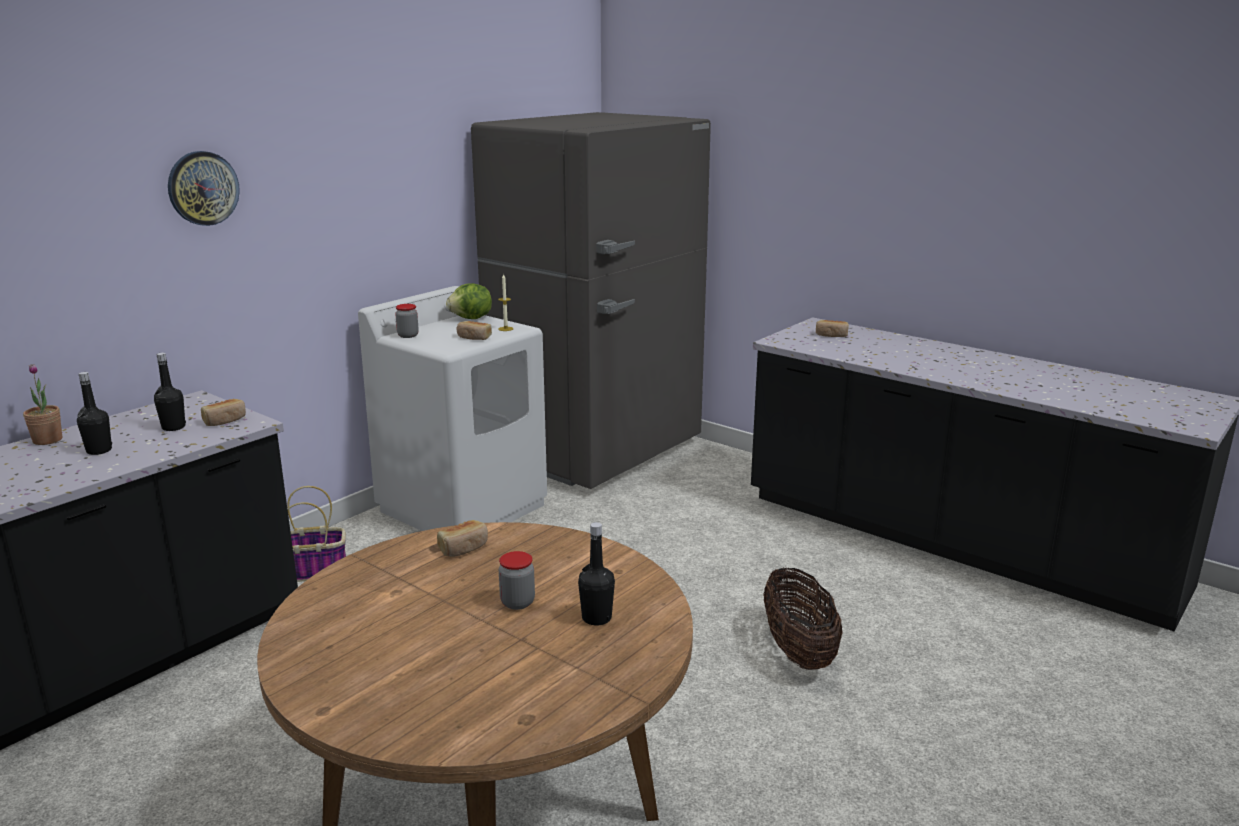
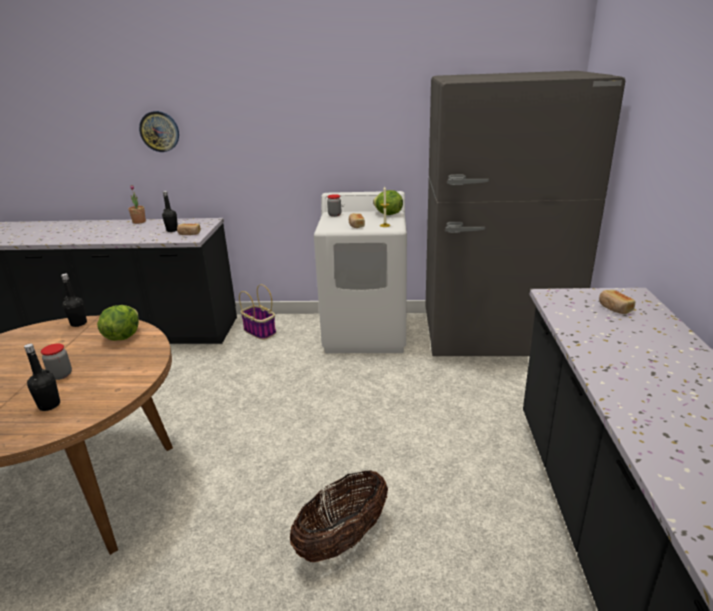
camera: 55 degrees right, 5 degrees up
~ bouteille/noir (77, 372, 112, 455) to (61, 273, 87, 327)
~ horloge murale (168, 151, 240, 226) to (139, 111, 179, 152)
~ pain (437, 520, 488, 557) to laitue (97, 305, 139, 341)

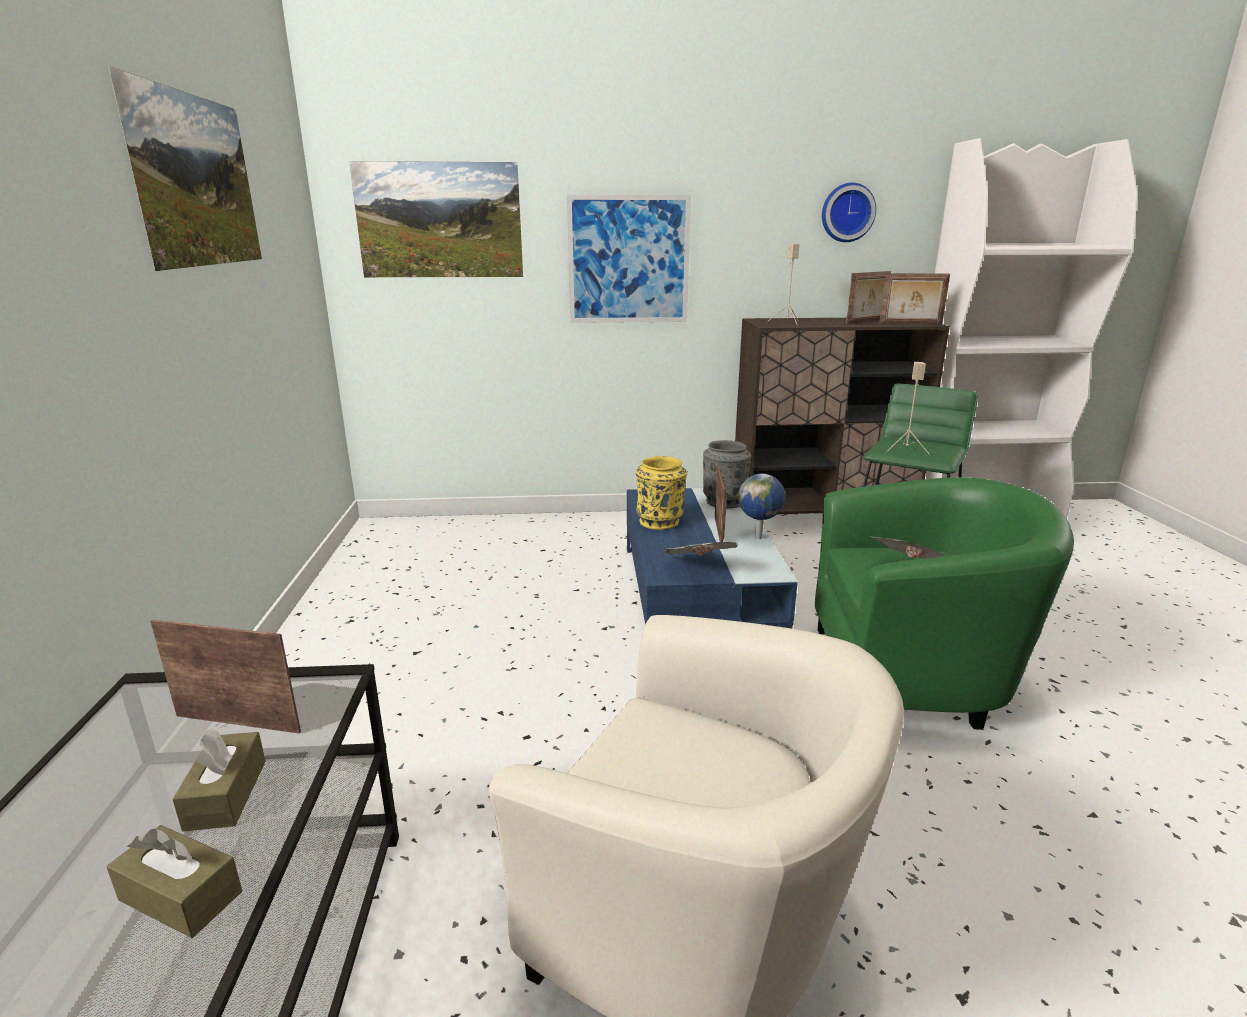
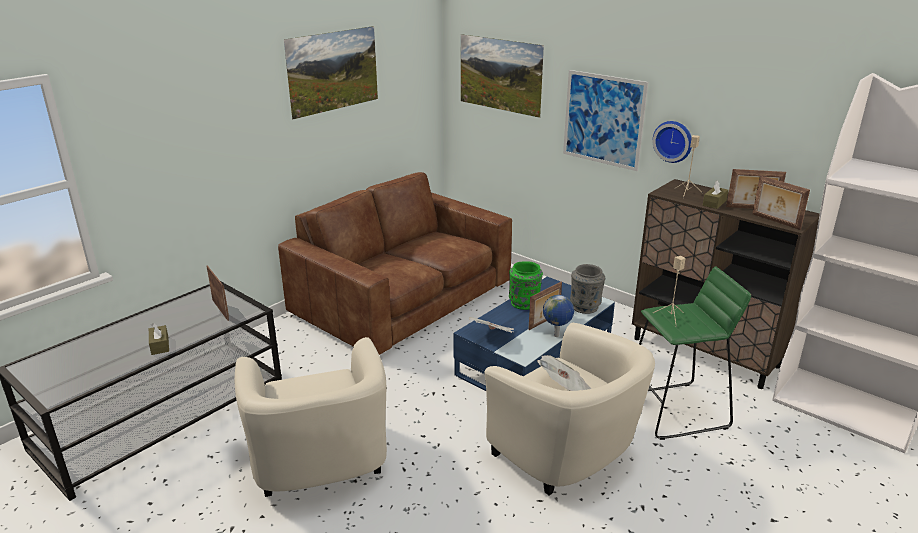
camera: 45 degrees right, 5 degrees up
~ boîte à mouchoirs/marron (172, 729, 266, 831) to (703, 180, 728, 209)
~ vase/jaune (636, 456, 687, 530) to vase/vert (509, 261, 543, 310)
~ fauteuil/vert (815, 477, 1074, 730) to fauteuil/beige (484, 323, 655, 496)
~ horloge murale (822, 183, 876, 242) to (652, 121, 692, 163)
+ canapé/marron (278, 172, 512, 355)

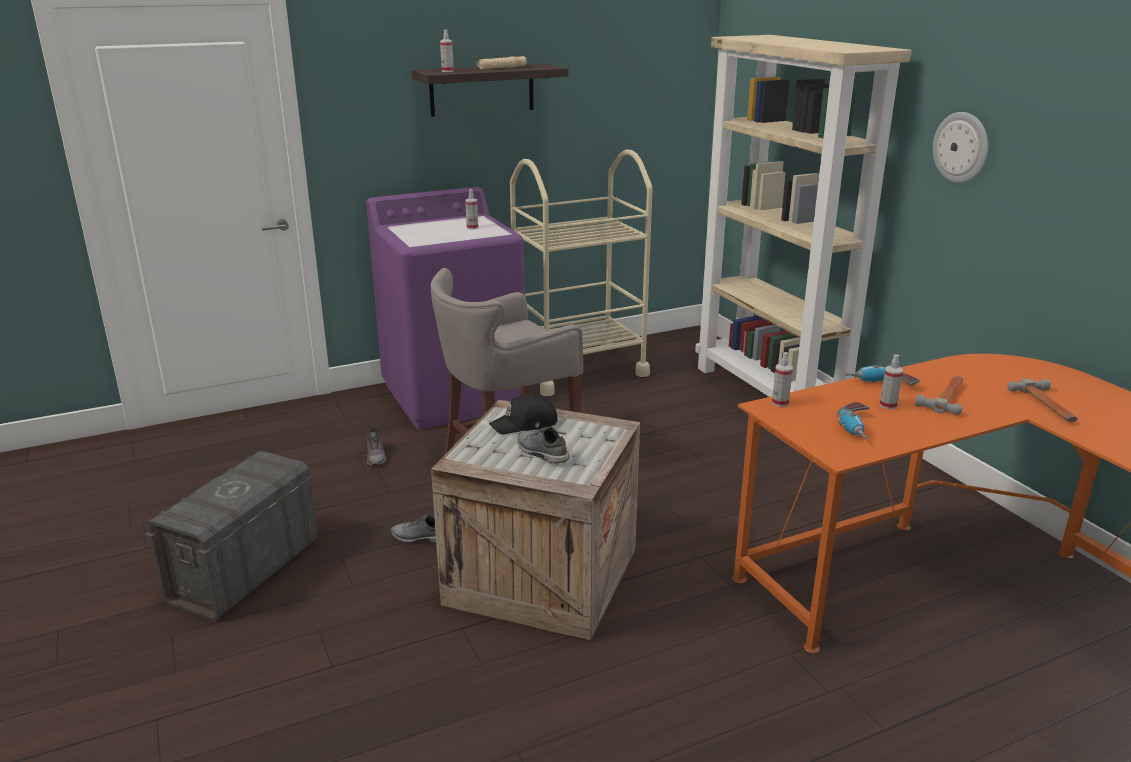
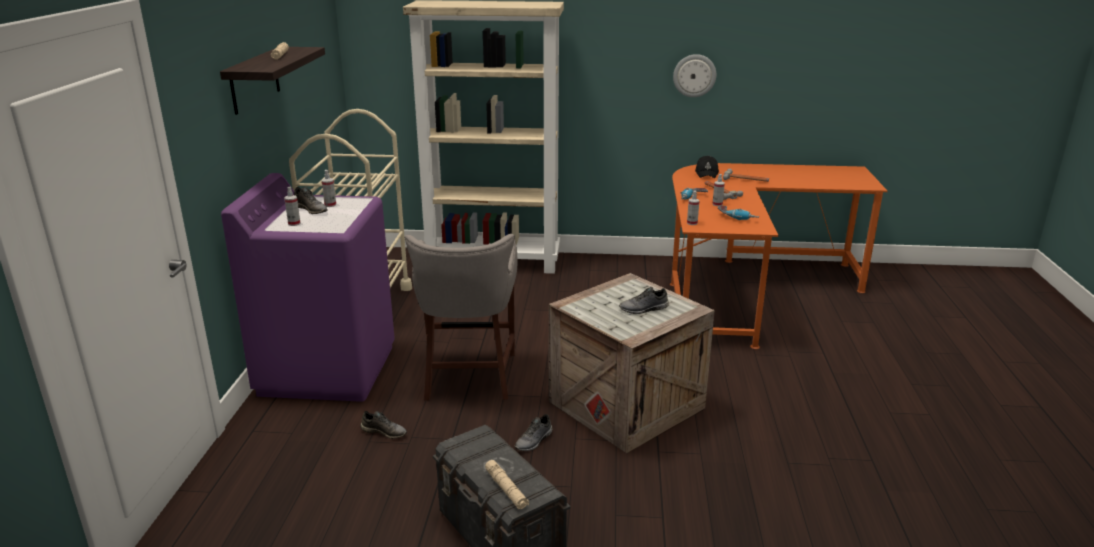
camera: 60 degrees left, 0 degrees up
~ vaporisateur (440, 29, 454, 72) to (284, 186, 301, 226)
~ casquette/noir (489, 394, 558, 435) to (695, 156, 719, 178)
~ horloge murale (933, 112, 988, 183) to (673, 54, 716, 97)
+ chaussure/gris (294, 187, 328, 214)
+ lampe de poche/beige (485, 460, 529, 509)

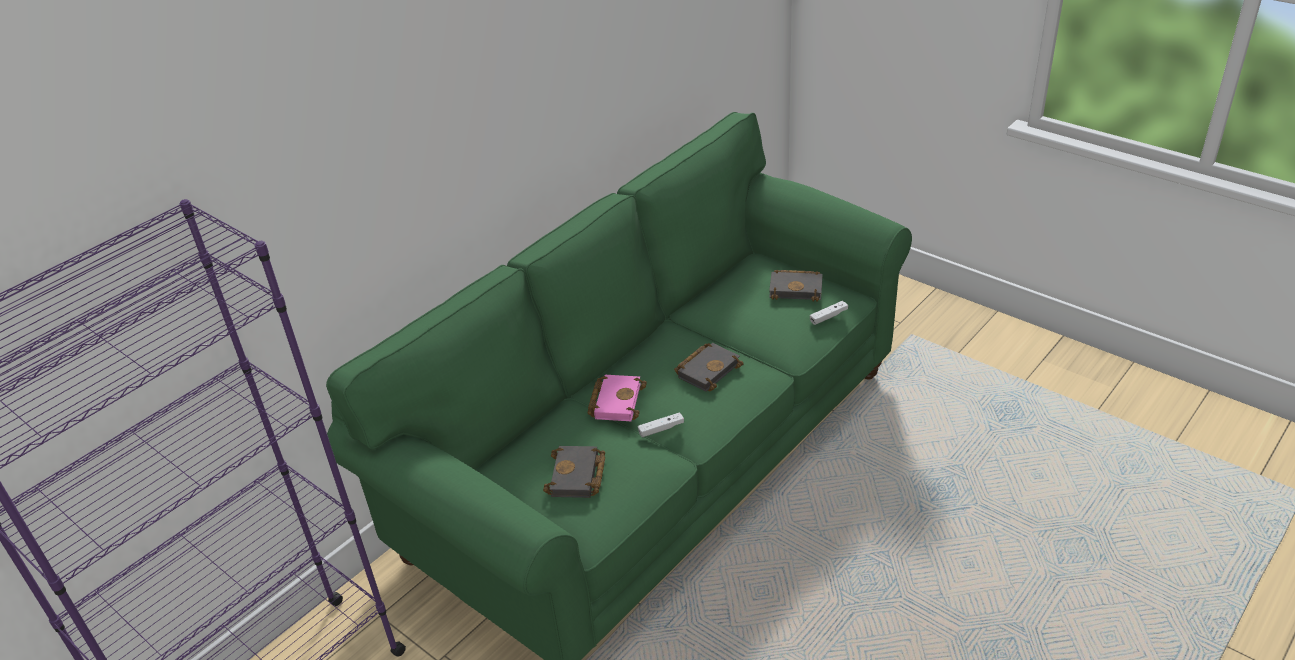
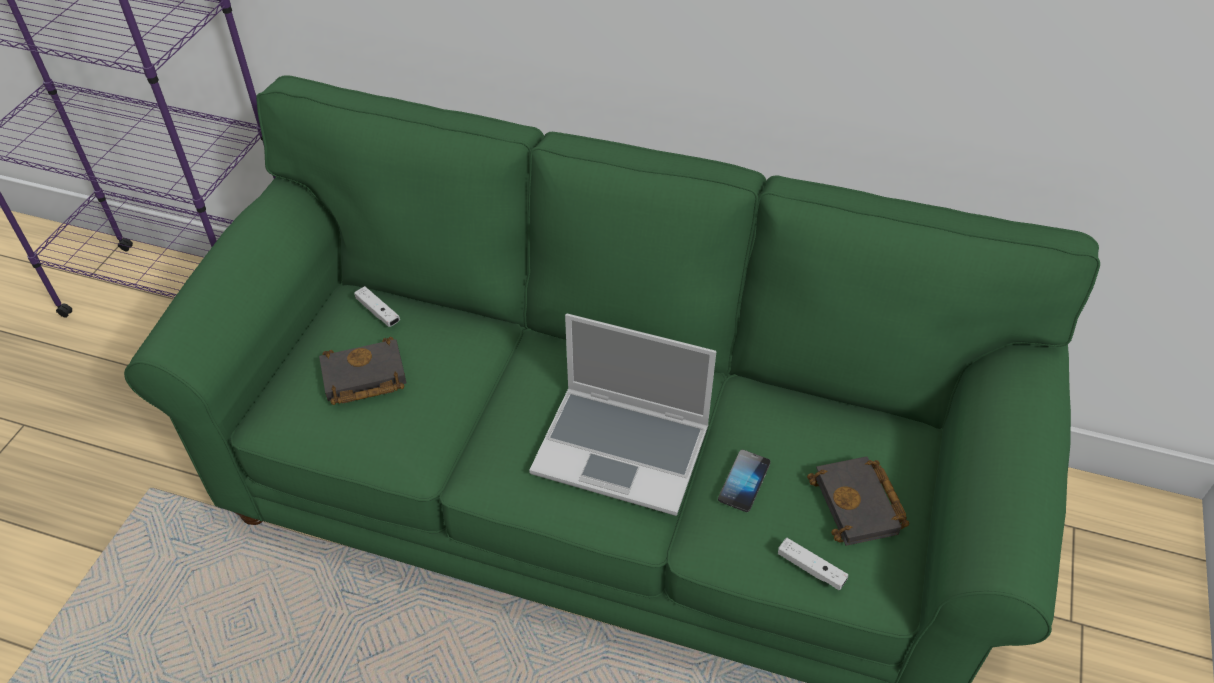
camera: 65 degrees right, 10 degrees up
- livre/rose (587, 375, 647, 421)
~ manette/blanc (638, 412, 684, 437) to (354, 286, 400, 327)
~ livre/noir (674, 343, 744, 391) to ordinateur portable (529, 313, 716, 516)
+ téléphone (718, 450, 770, 512)

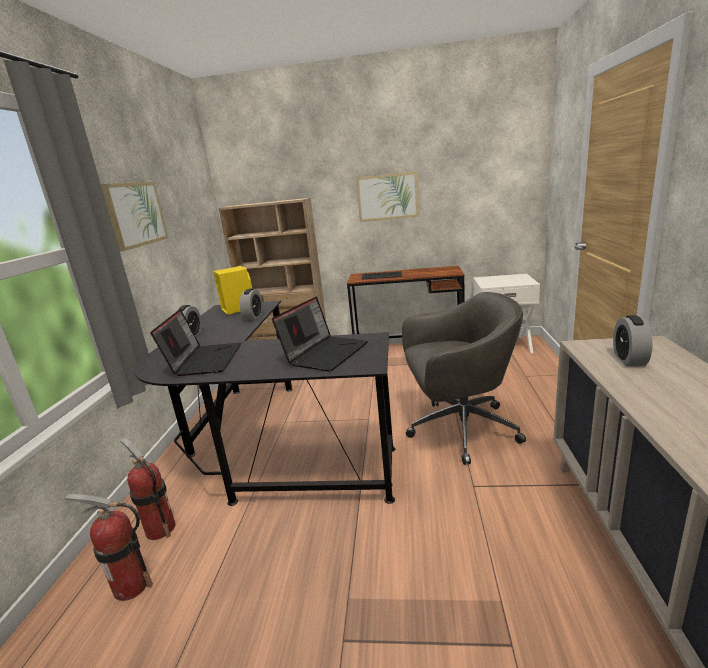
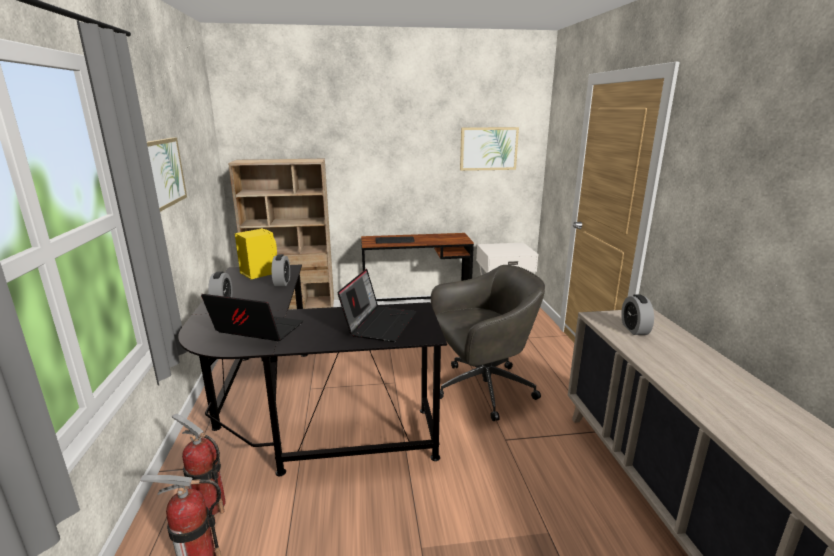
camera: 15 degrees left, 0 degrees up
~ ordinateur portable (150, 309, 241, 376) = (201, 294, 303, 341) 60 degrees counterclockwise
~ tableau (356, 171, 419, 222) to (460, 127, 519, 171)

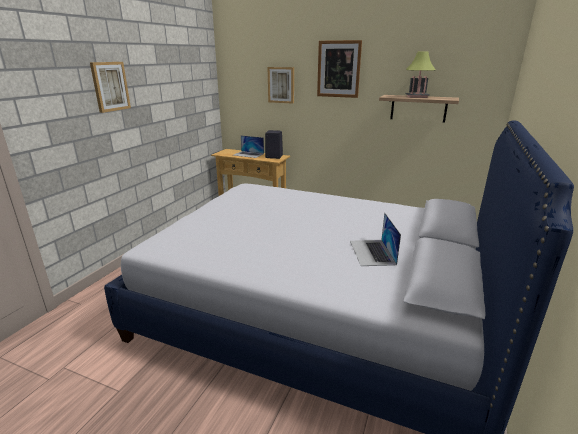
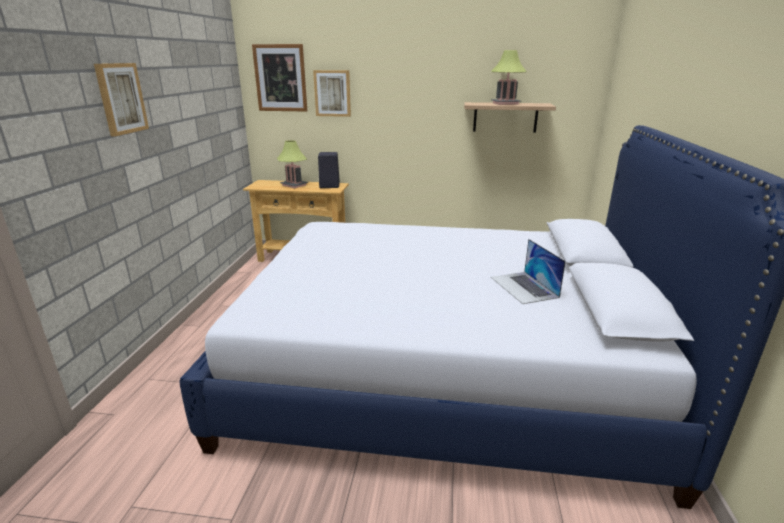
camera: 15 degrees left, 0 degrees up
~ ordinateur portable (233, 136, 264, 158) to lampe de table (277, 140, 308, 188)
~ tableau (317, 40, 362, 98) to (252, 44, 307, 112)

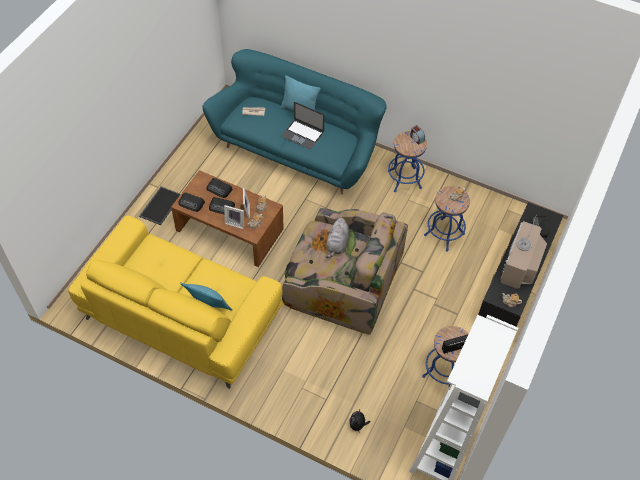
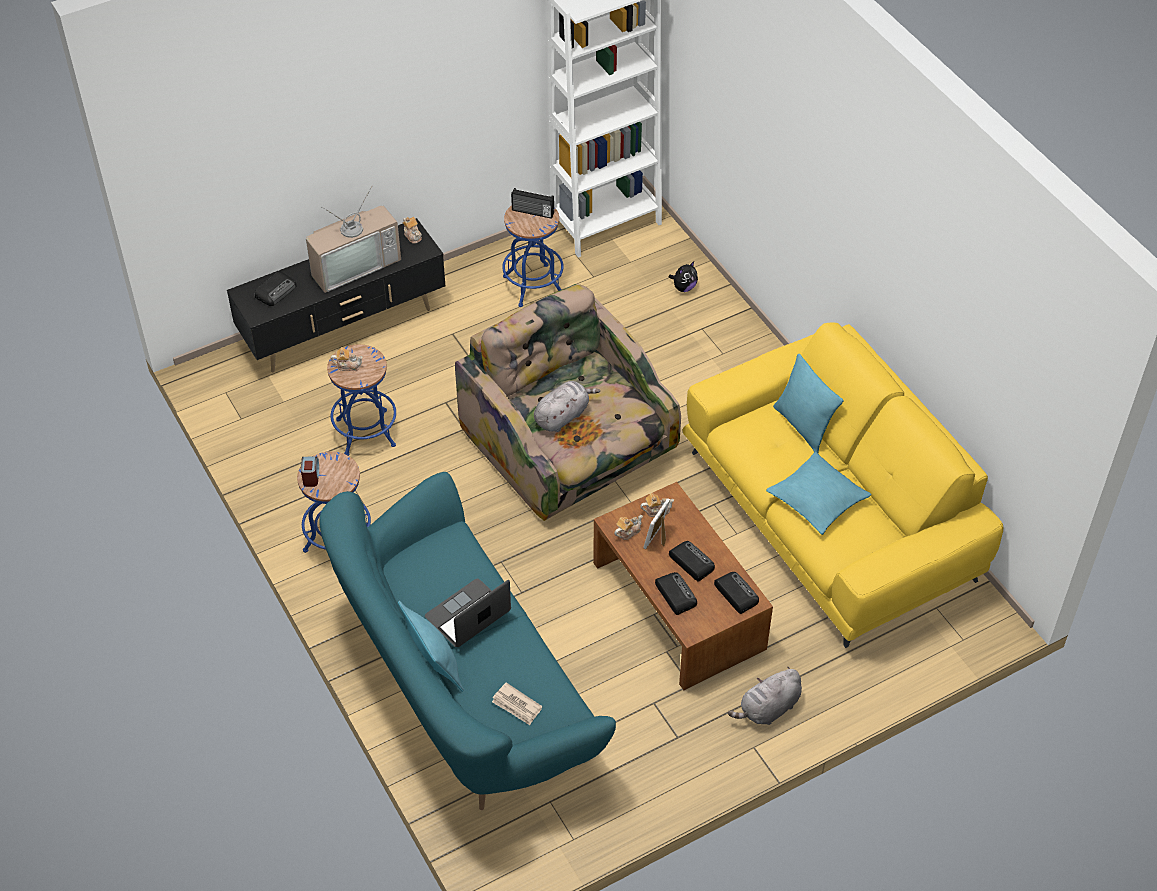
camera: 145 degrees left, 5 degrees down
~ plateau (139, 187, 181, 225) to peluche/gris (728, 667, 802, 725)
- cadre photo (224, 205, 244, 229)
~ ordinateur portable (281, 102, 325, 149) = (425, 579, 511, 647) 105 degrees counterclockwise
+ coussin/turquoise (766, 452, 872, 535)

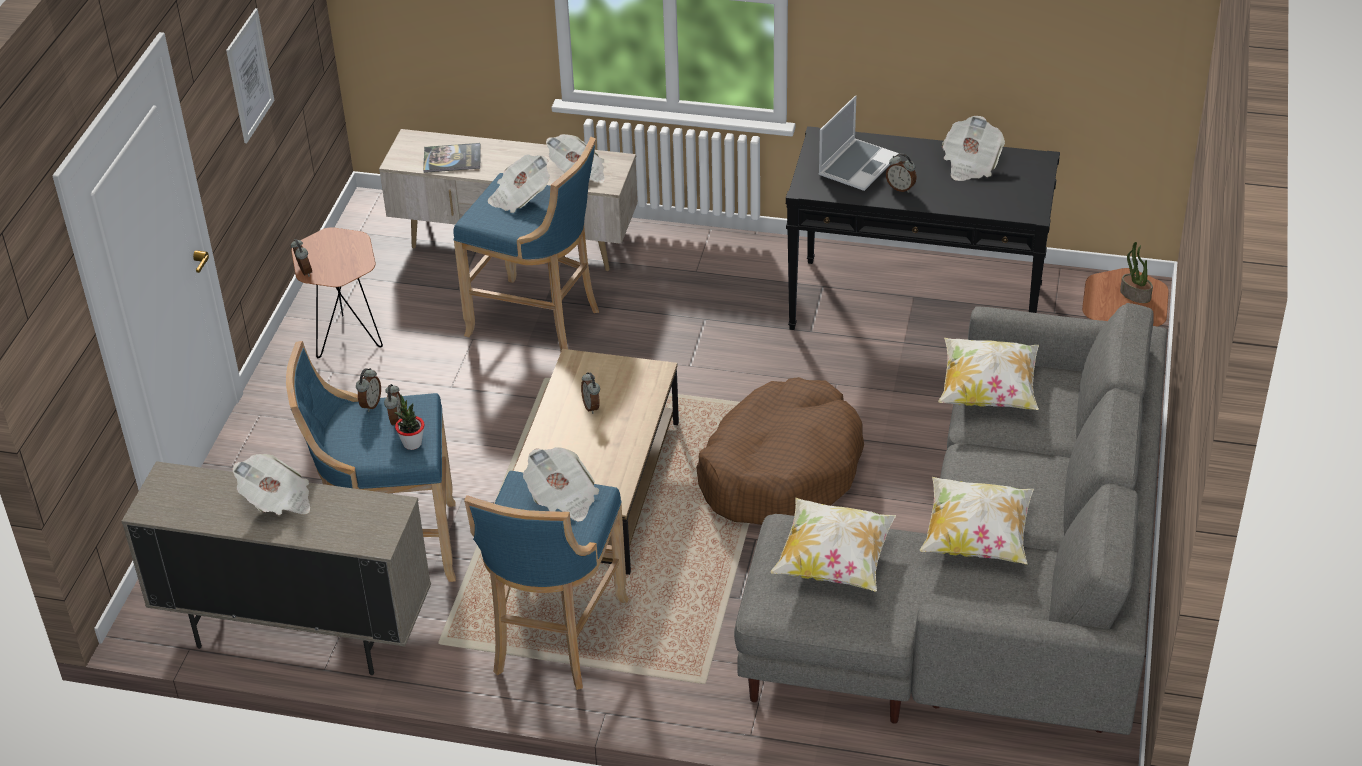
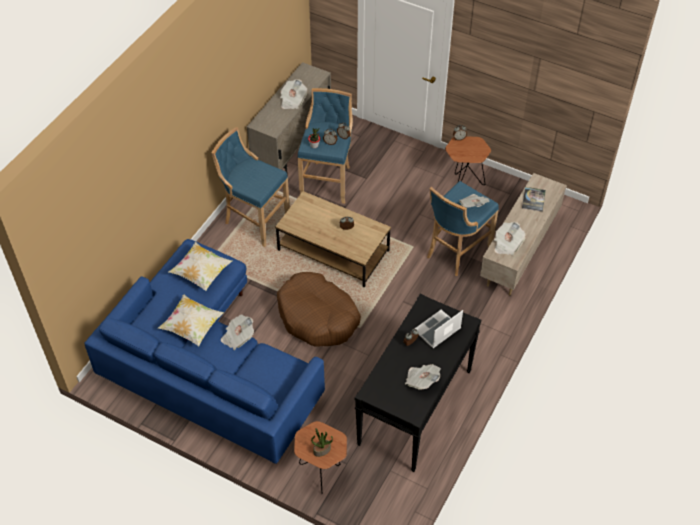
camera: 105 degrees right, 10 degrees up
- tableau (226, 8, 274, 143)
~ journal (523, 447, 599, 521) to (221, 315, 254, 350)
~ canapé/gris (734, 303, 1167, 735) to canapé/bleu (84, 239, 325, 464)
~ ordinateur portable (818, 96, 899, 191) = (415, 309, 463, 348) 90 degrees clockwise
- coussin (938, 338, 1039, 410)

